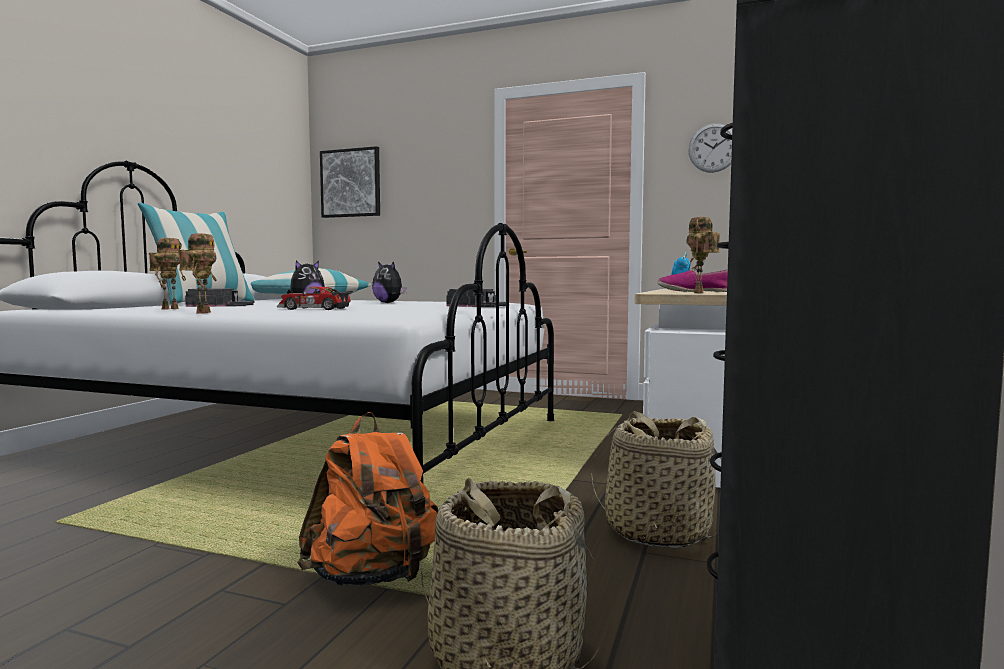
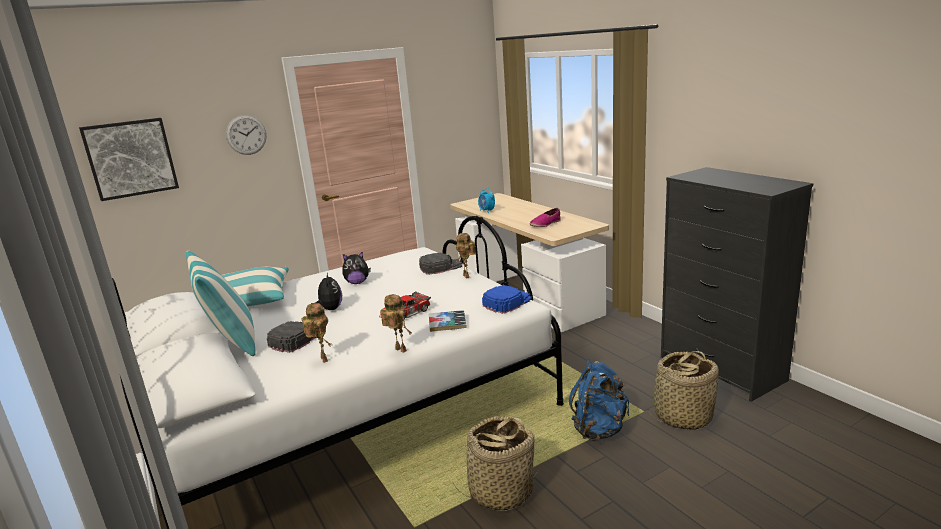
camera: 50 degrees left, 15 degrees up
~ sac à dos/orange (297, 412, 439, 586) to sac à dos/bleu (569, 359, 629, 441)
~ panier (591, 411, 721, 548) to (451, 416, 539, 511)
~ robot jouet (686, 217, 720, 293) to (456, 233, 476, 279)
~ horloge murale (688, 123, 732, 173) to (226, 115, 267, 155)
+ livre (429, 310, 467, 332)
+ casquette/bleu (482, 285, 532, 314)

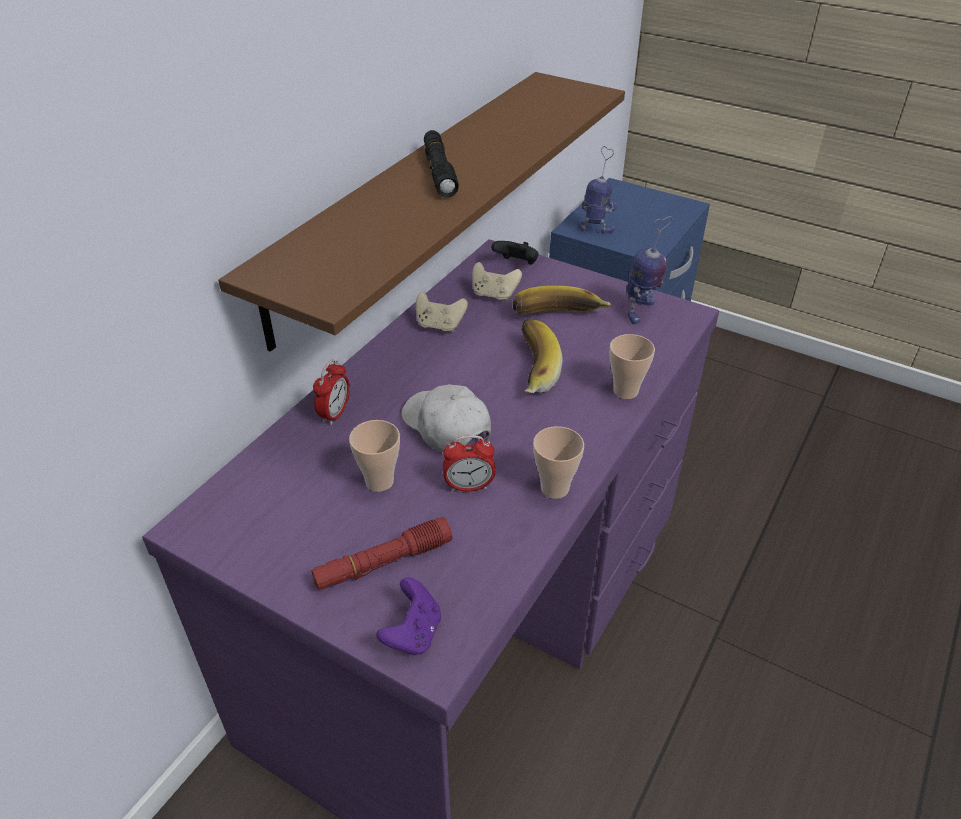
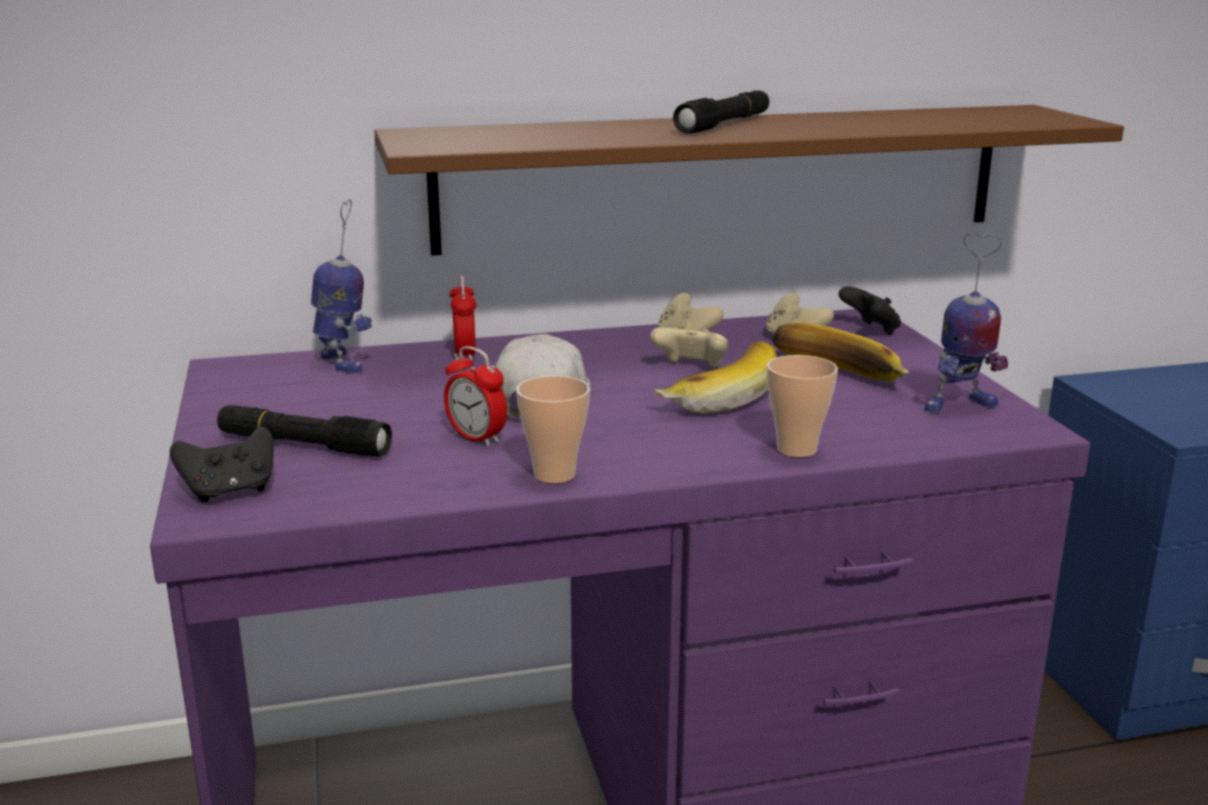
camera: 45 degrees right, 20 degrees down
~ lampe de poche/rouge (311, 517, 452, 590) to lampe de poche/noir (217, 405, 392, 457)
~ réveil (313, 360, 350, 425) = (449, 276, 476, 361) 75 degrees counterclockwise
- tasse (349, 420, 400, 492)
~ manette/violet (377, 577, 441, 655) to manette/noir (170, 426, 274, 503)
~ robot jouet (578, 146, 618, 234) to (311, 199, 372, 374)
+ manette/beige (650, 327, 728, 368)

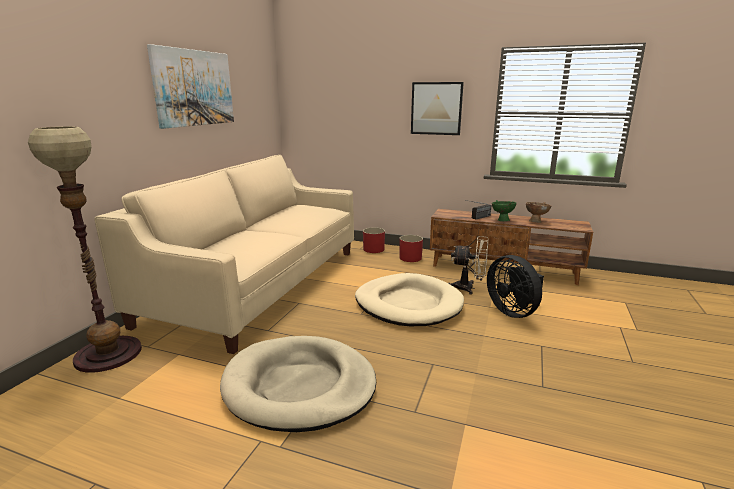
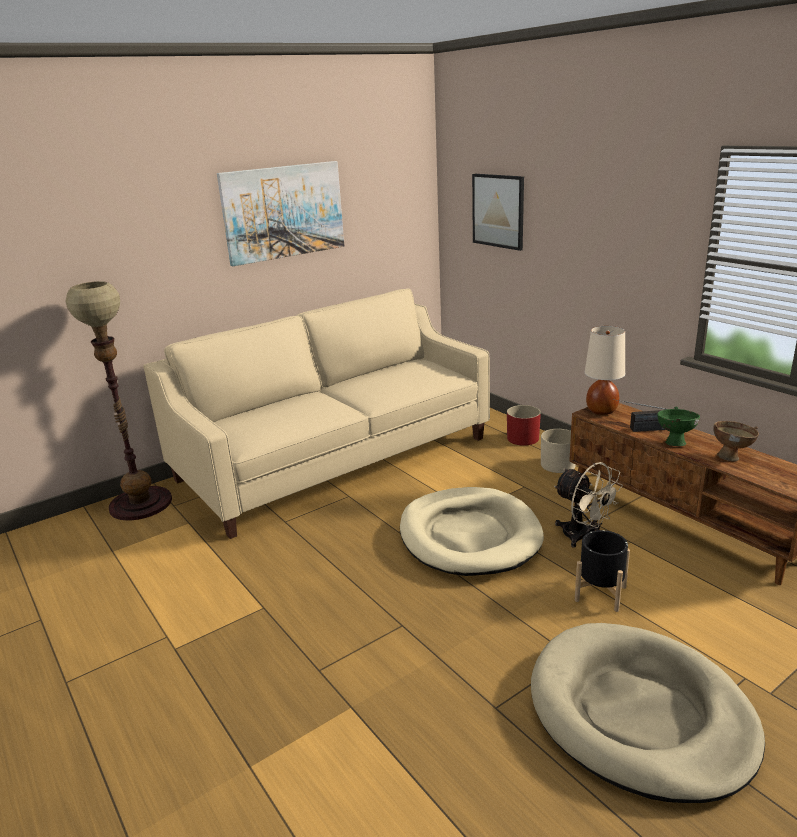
camera: 35 degrees right, 5 degrees up
~ panier pour chien/beige (220, 336, 376, 432) to (531, 623, 765, 803)
~ cache-pot/rouge (399, 235, 423, 262) to cache-pot/beige (541, 429, 576, 473)
~ tableau (411, 82, 464, 135) to (472, 174, 524, 251)
~ ventilateur/noir (487, 255, 544, 318) to cache-pot/noir (575, 530, 630, 612)
+ lampe de table/beige (585, 326, 625, 415)

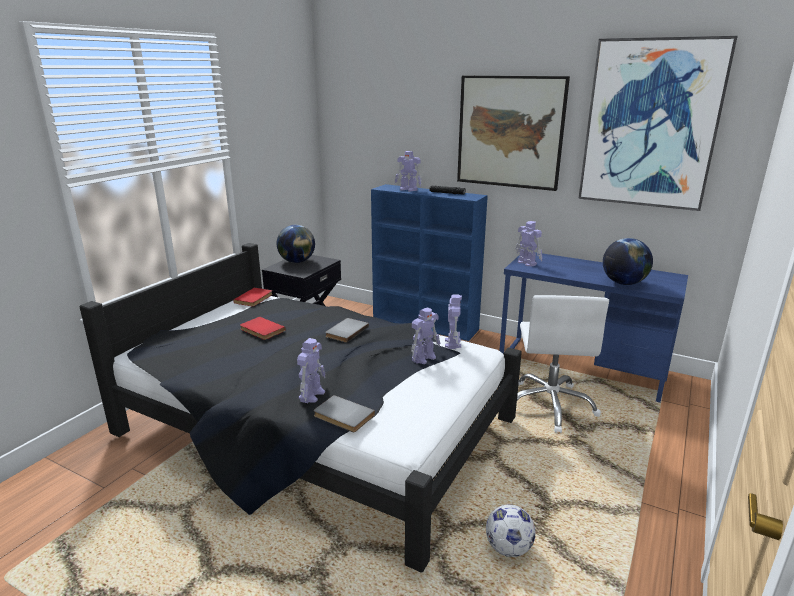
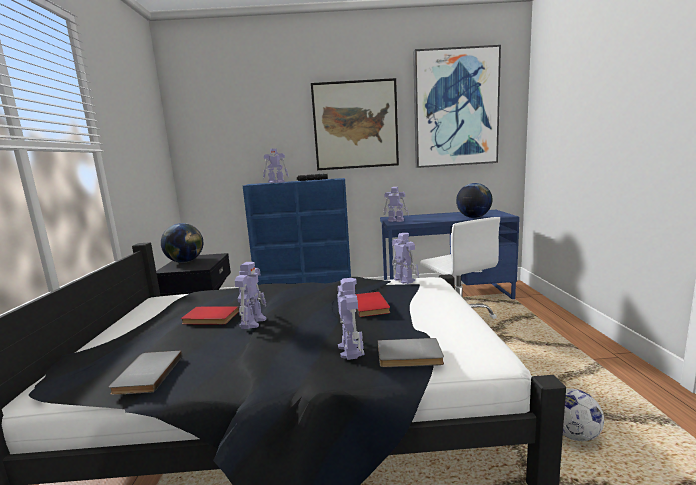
camera: 30 degrees left, 10 degrees down
~ livre/rouge (233, 288, 273, 307) to (356, 292, 390, 317)
~ livre/gris (325, 318, 369, 343) to (109, 351, 182, 395)
~ robot jouet (411, 307, 440, 364) to (235, 262, 266, 329)

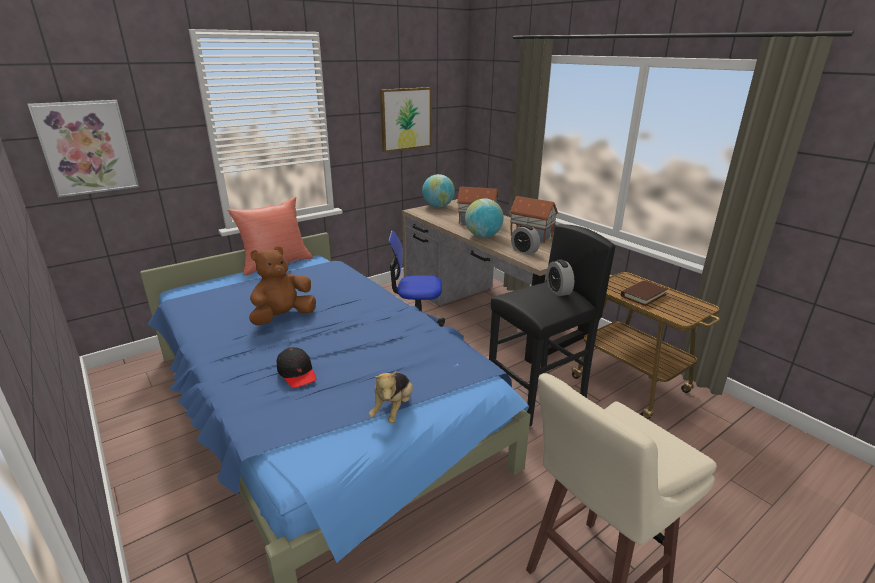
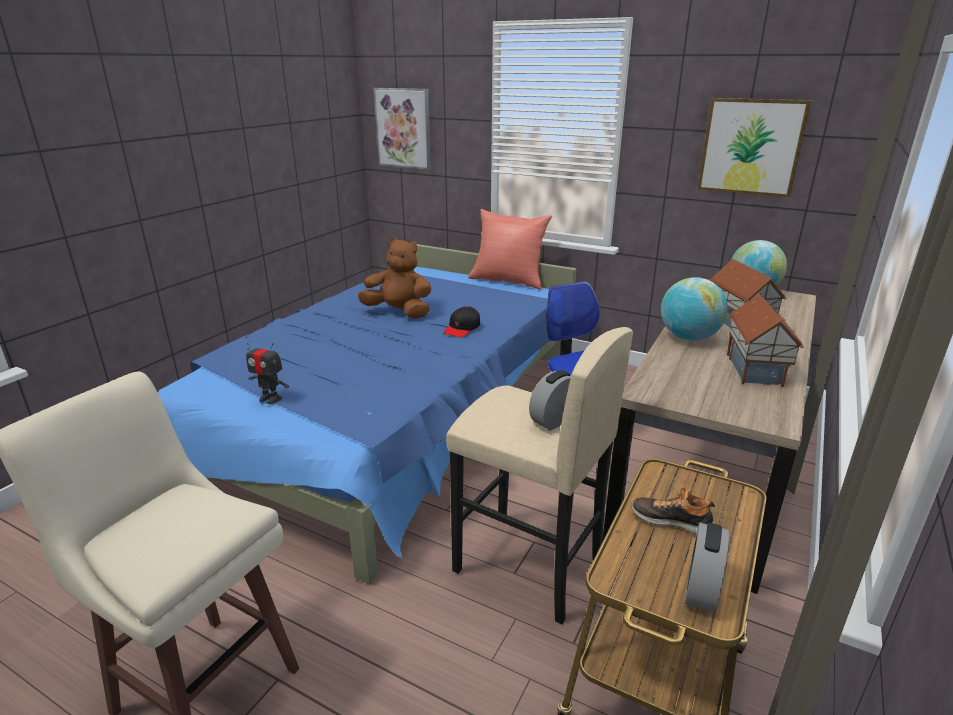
camera: 65 degrees right, 0 degrees up
~ casquette/noir (277, 347, 316, 388) to (443, 306, 480, 338)
~ peluche (369, 371, 413, 423) to robot jouet (245, 337, 289, 404)
~ tabouret/noir (489, 224, 615, 427) to tabouret/beige (446, 327, 633, 624)
~ réveil (511, 225, 540, 255) to (685, 523, 729, 612)
~ livre/marron (621, 281, 668, 306) to chaussure (631, 486, 715, 534)

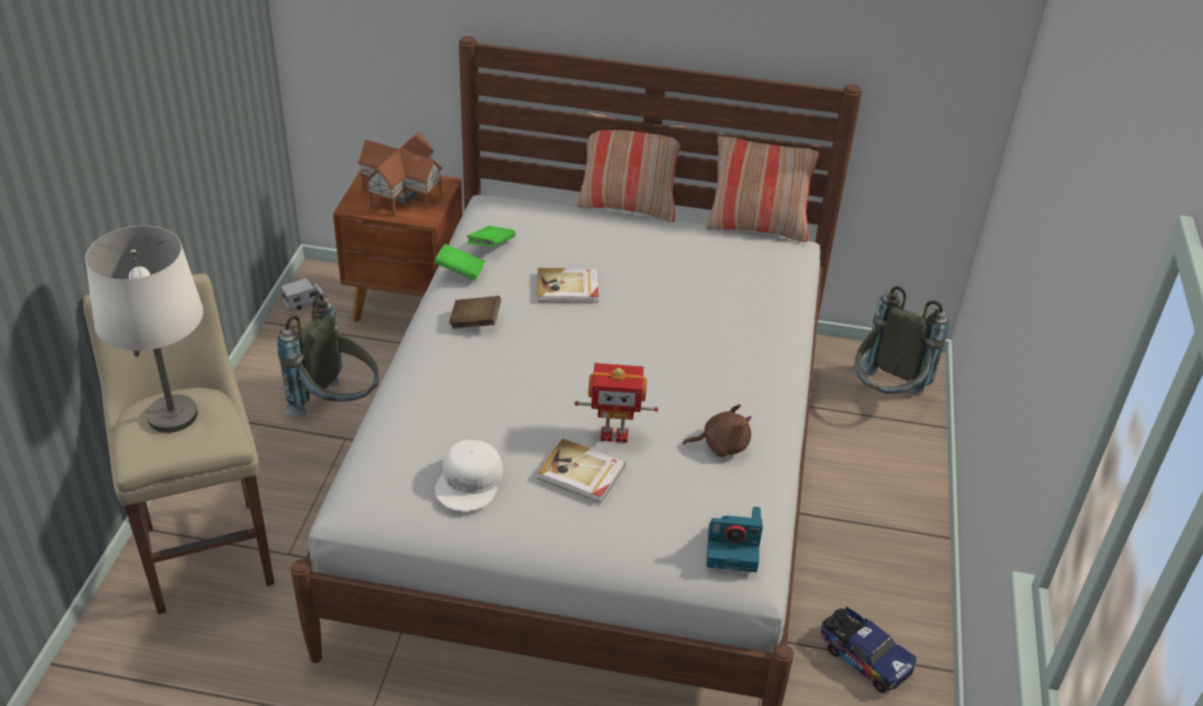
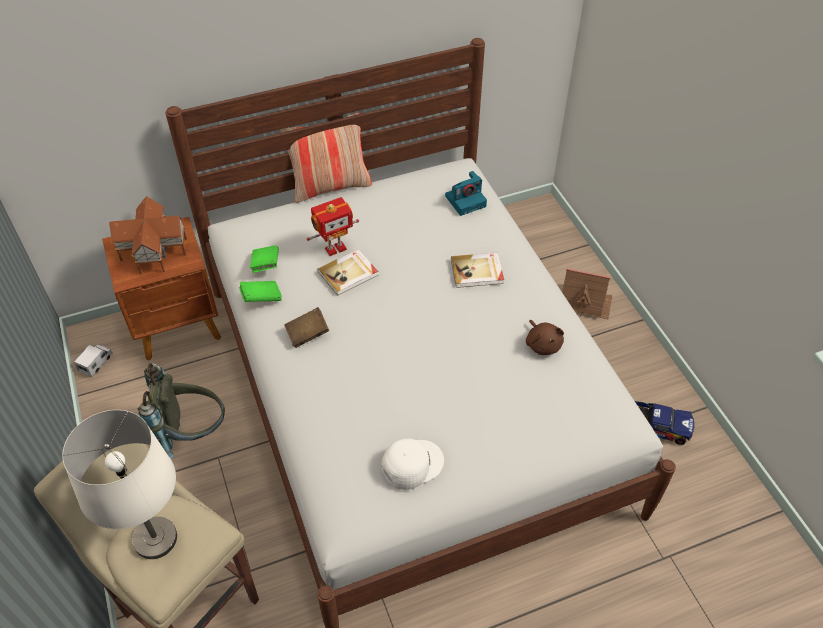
camera: 30 degrees left, 10 degrees up
~ casquette/blanc (435, 440, 503, 511) = (381, 439, 444, 490) 105 degrees counterclockwise
~ livre (537, 438, 625, 503) to (451, 252, 504, 288)
~ robot jouet (574, 363, 658, 443) to (307, 197, 359, 256)
~ peluche/marron (683, 404, 752, 457) = (526, 320, 564, 355) 105 degrees clockwise
- coussin (706, 133, 822, 242)
~ appareil photo (706, 507, 763, 572) to (445, 171, 487, 216)
- sac à dos/gris (855, 286, 949, 395)
+ maison miniature (562, 268, 612, 319)

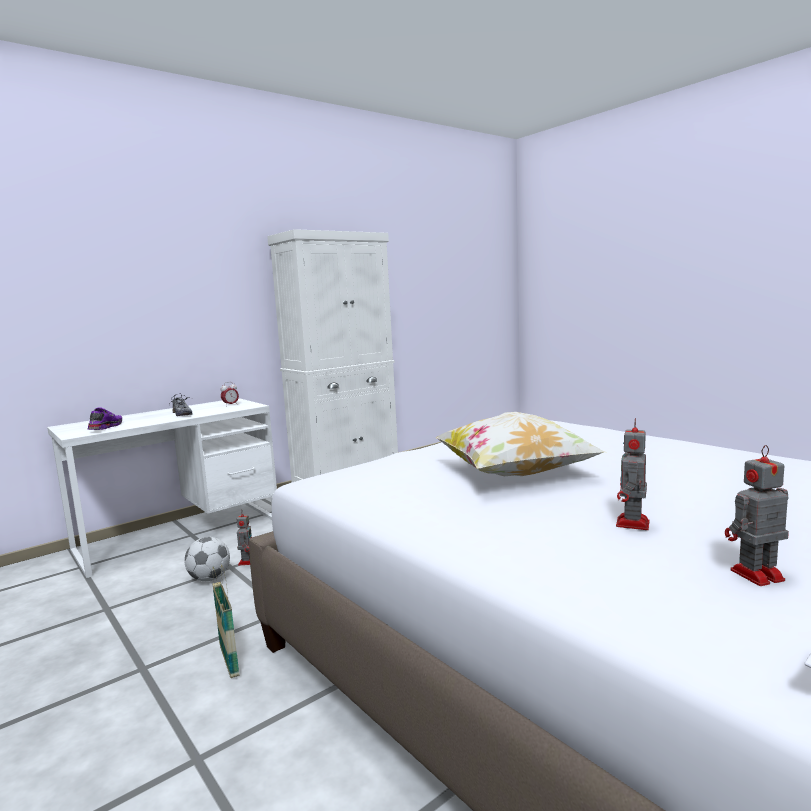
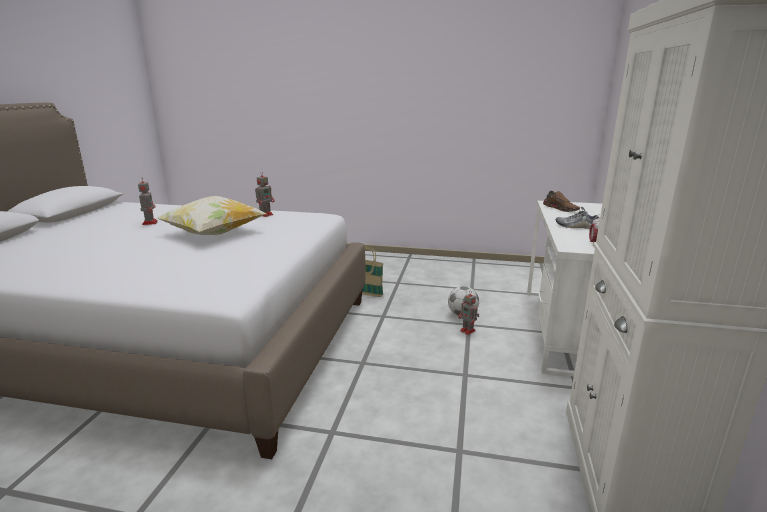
camera: 140 degrees right, 10 degrees up
~ chaussure/violet (87, 407, 122, 430) to chaussure/marron (543, 191, 580, 212)
~ robot jouet (725, 445, 789, 586) to (255, 171, 274, 217)

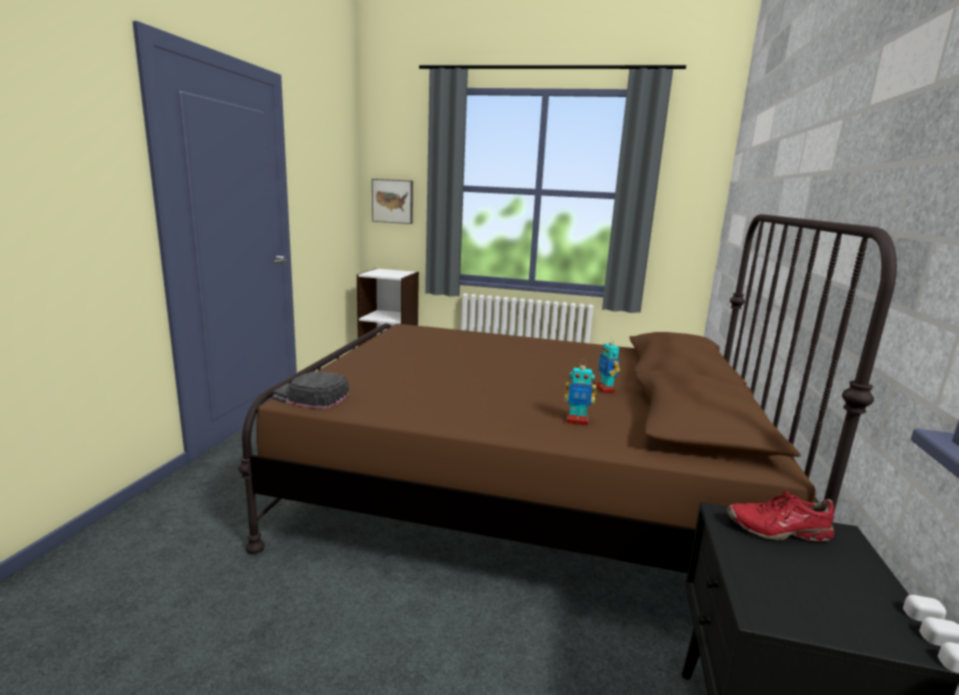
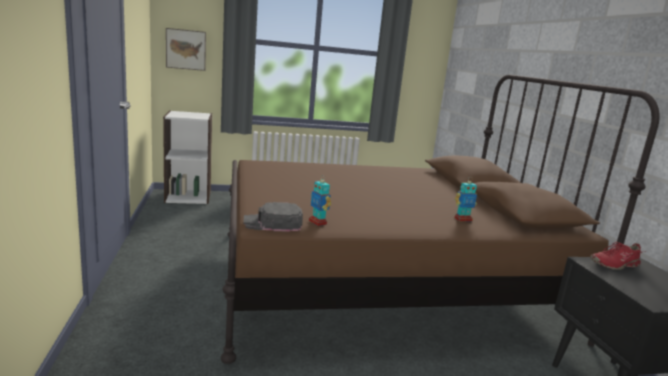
camera: 25 degrees left, 0 degrees up
~ robot jouet (596, 339, 620, 393) to (309, 175, 331, 226)

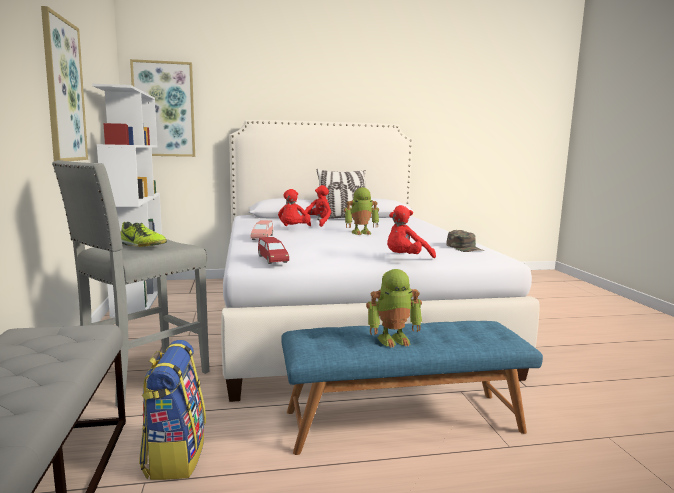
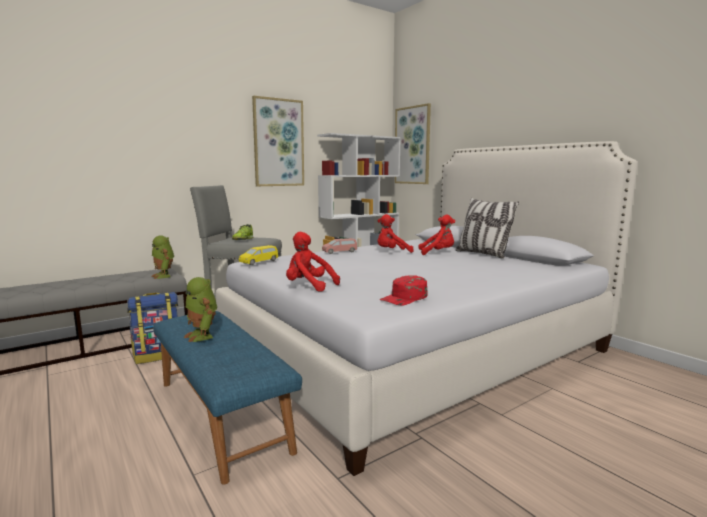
camera: 65 degrees right, 0 degrees up
~ petite voiture/rouge (258, 237, 289, 264) to petite voiture/jaune (239, 245, 278, 265)
~ robot jouet (344, 187, 379, 235) to (151, 235, 174, 279)
~ casquette/vert (446, 230, 484, 252) to casquette/rouge (380, 275, 428, 305)

